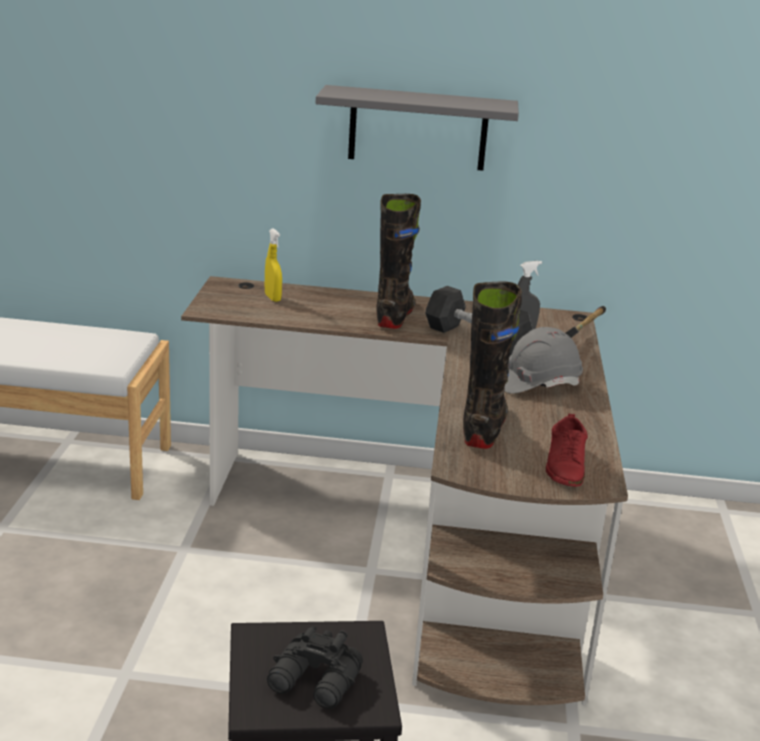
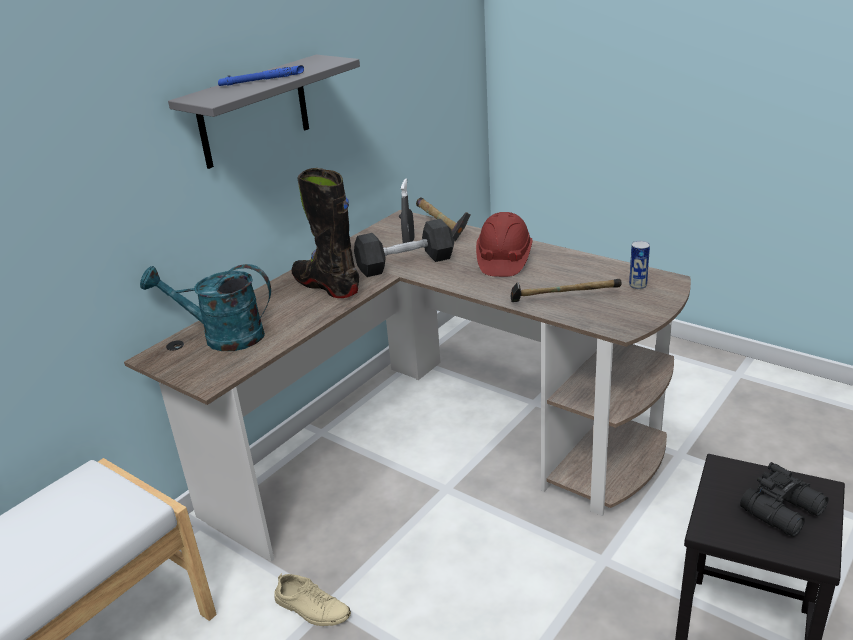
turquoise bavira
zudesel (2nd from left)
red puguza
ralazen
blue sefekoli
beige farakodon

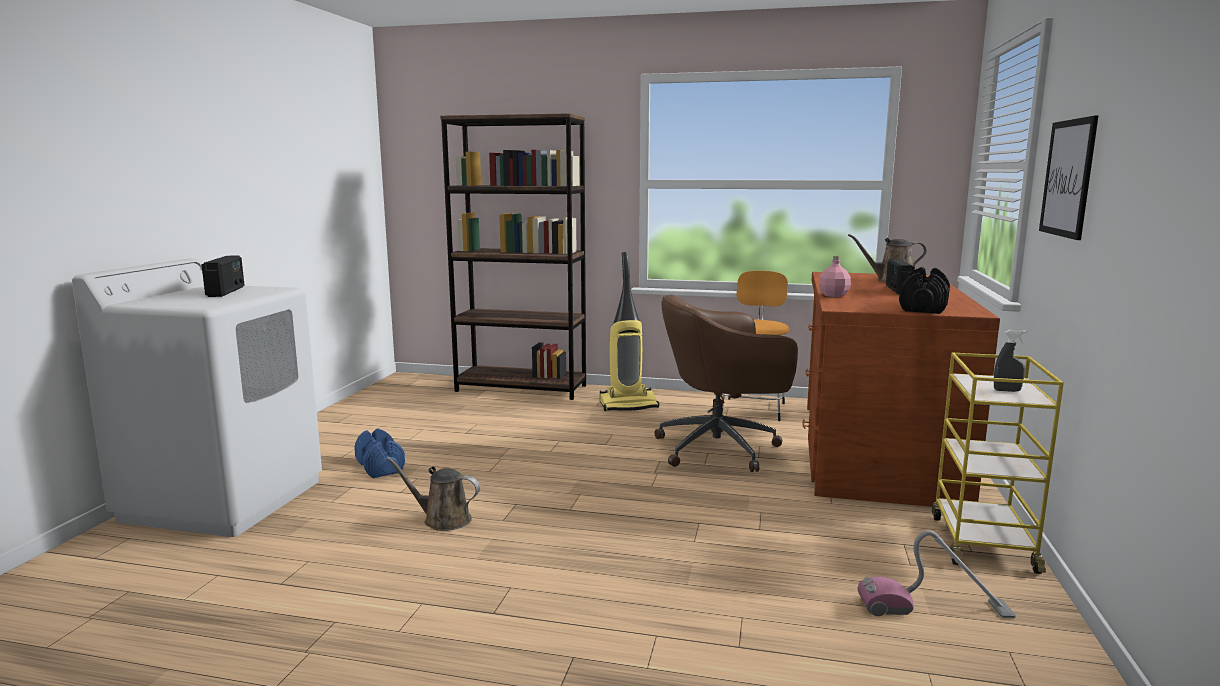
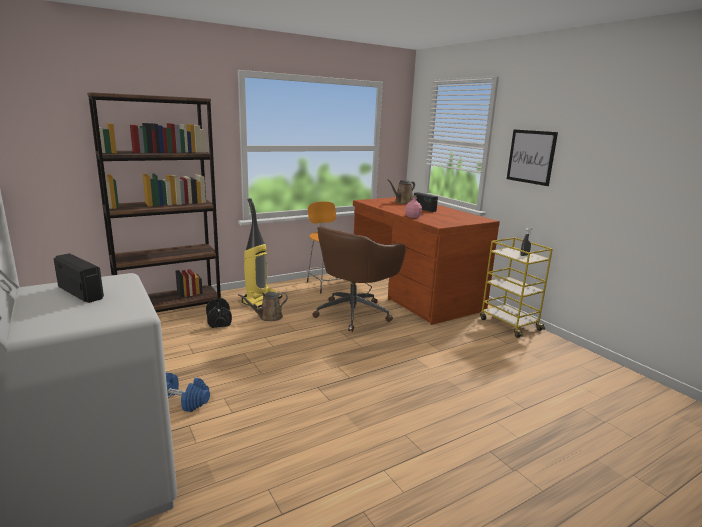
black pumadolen
brown bavira (1st from left)
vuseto (2nd from left in the first image)

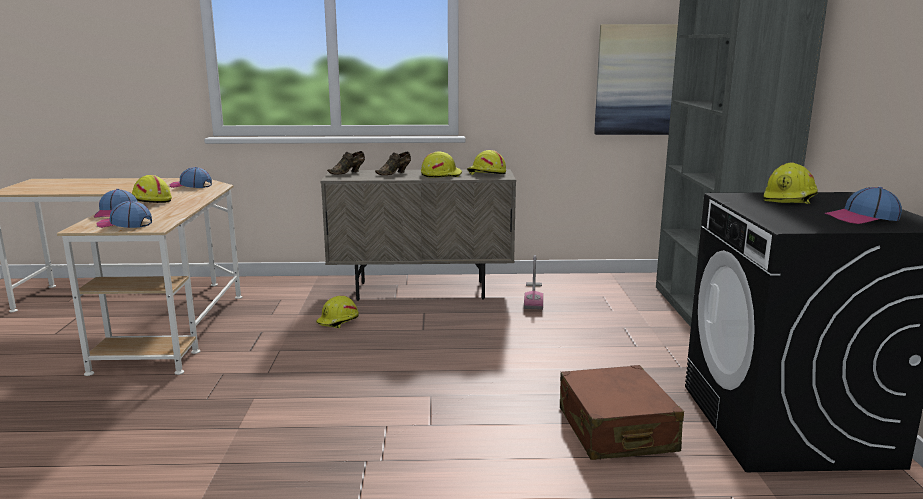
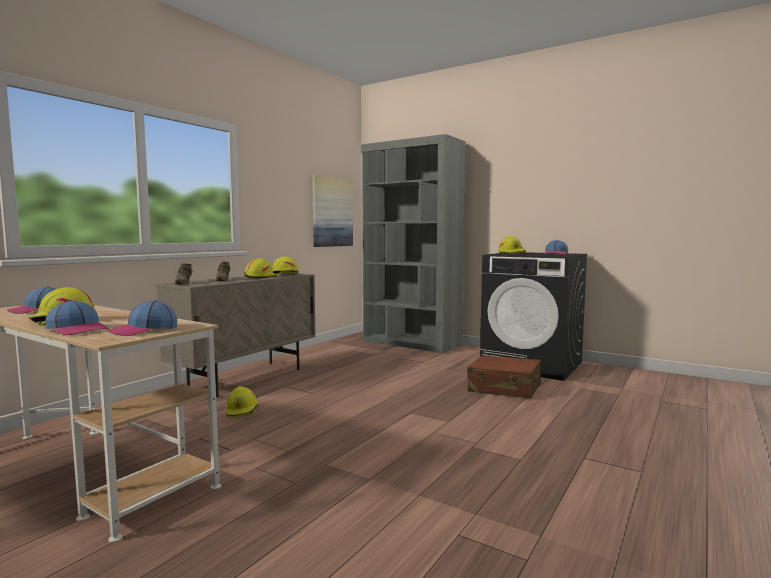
vuseto

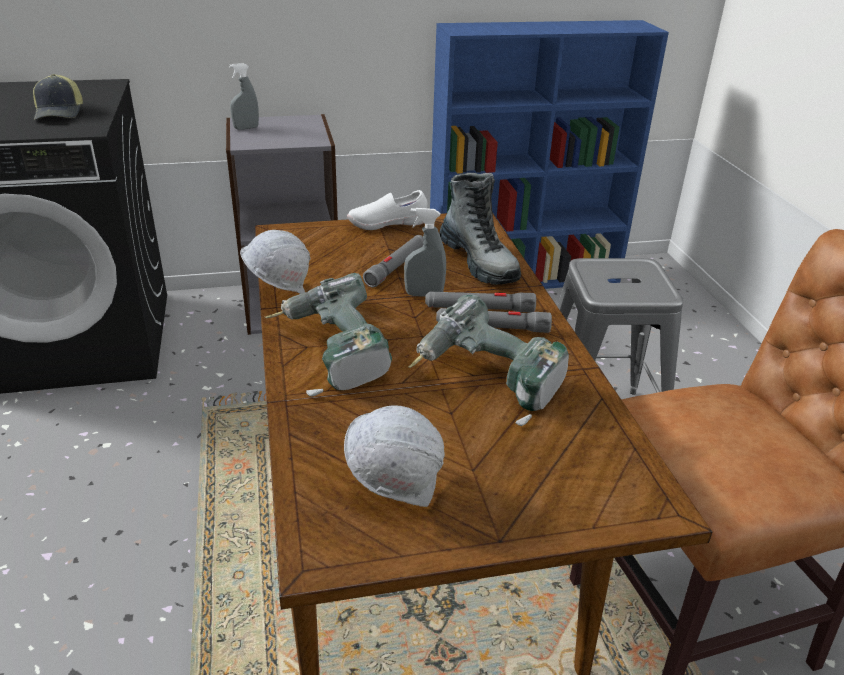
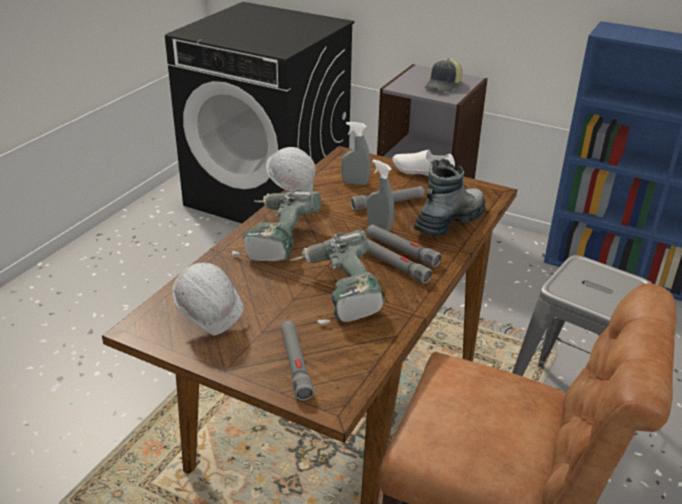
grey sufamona (1st from left)
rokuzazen
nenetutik
grey sefekoli (1st from left)

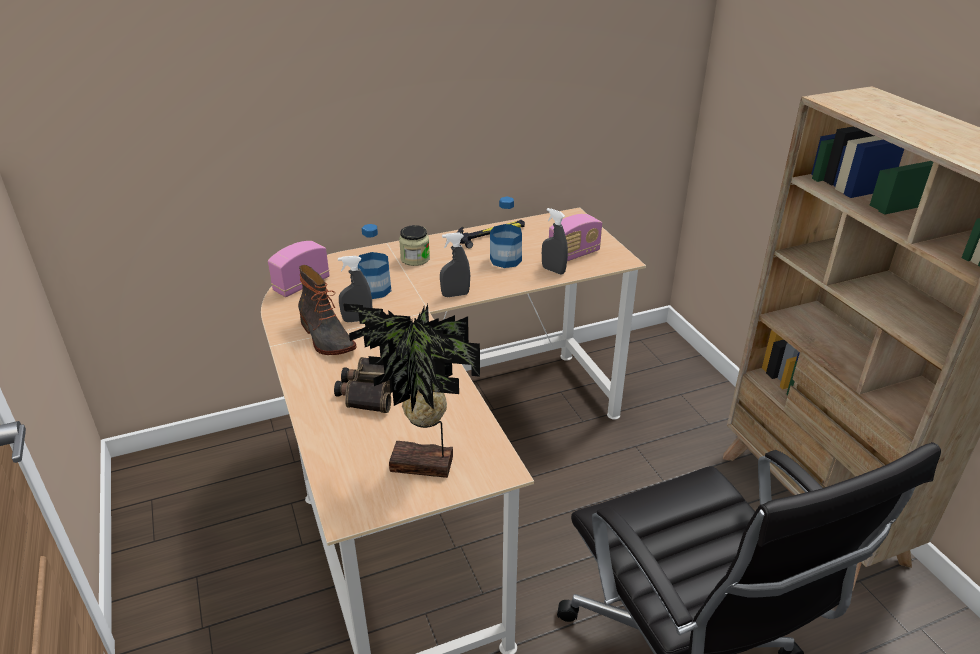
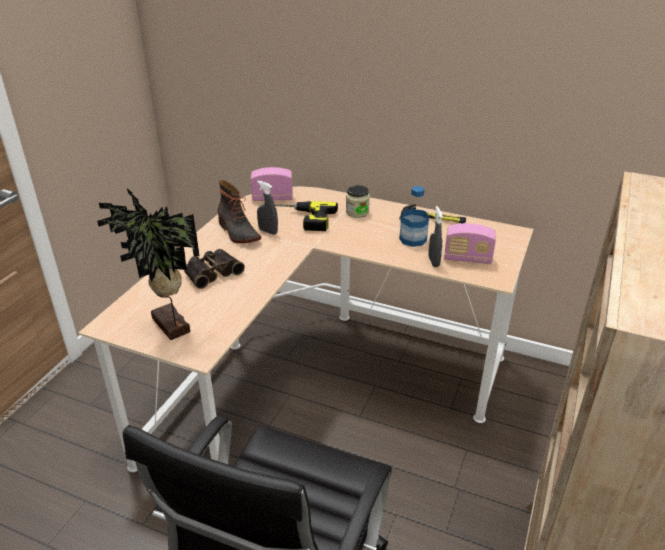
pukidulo
grey sufamona (2nd from left in the first image)
nenetutik

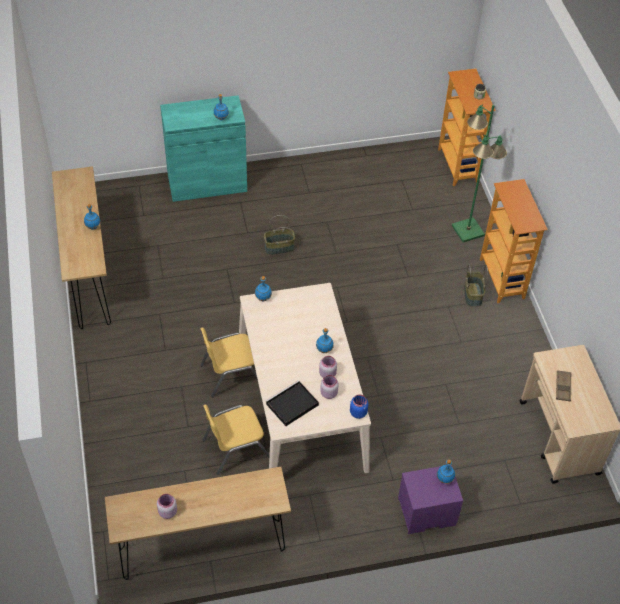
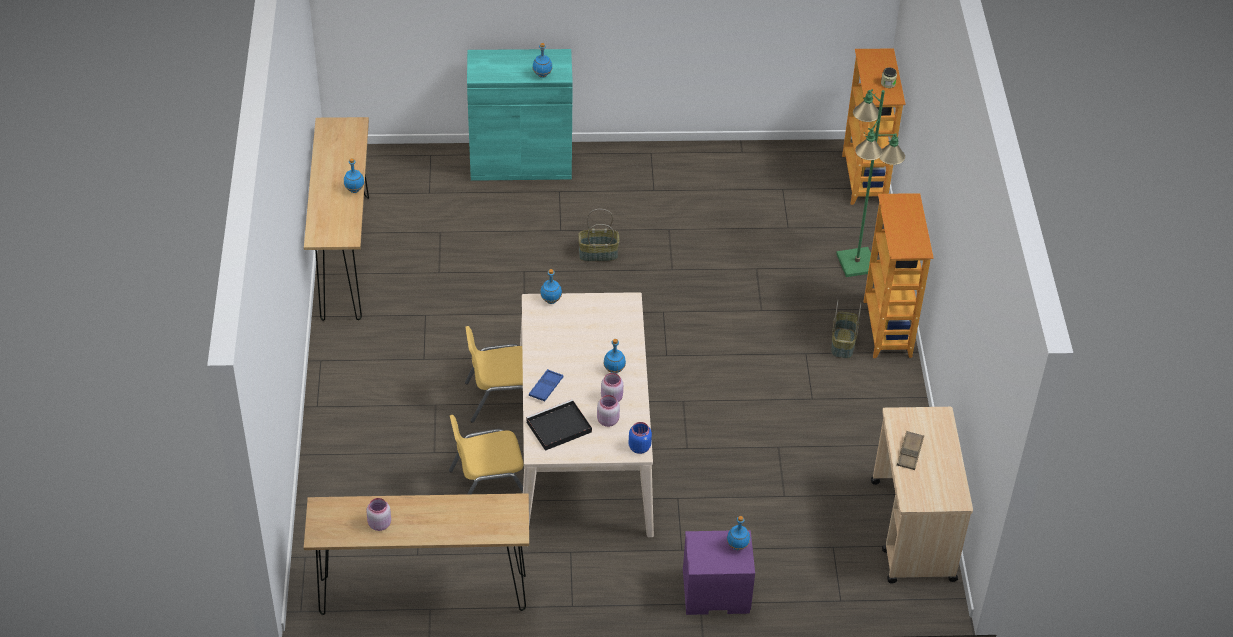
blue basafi

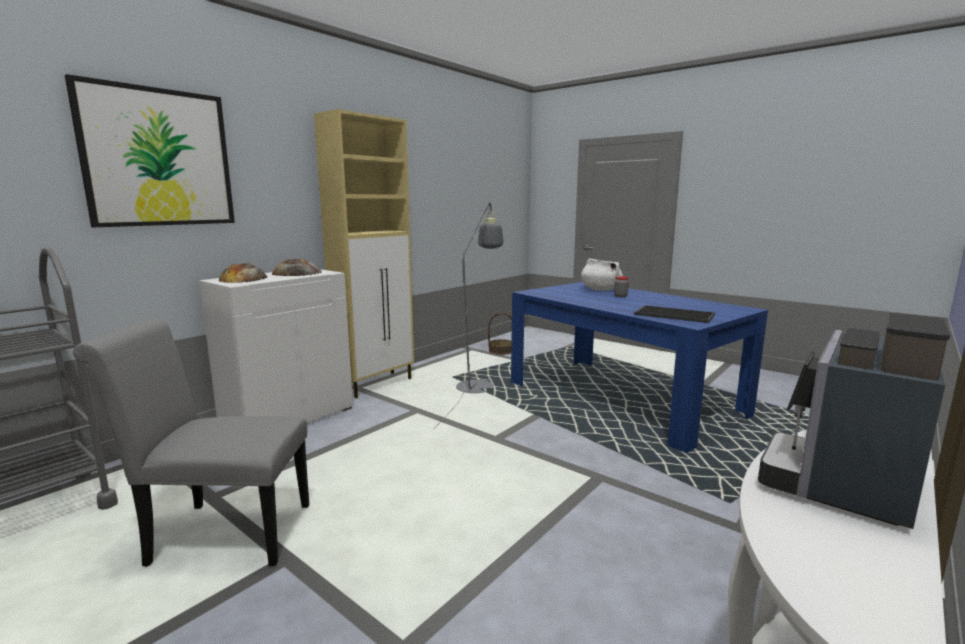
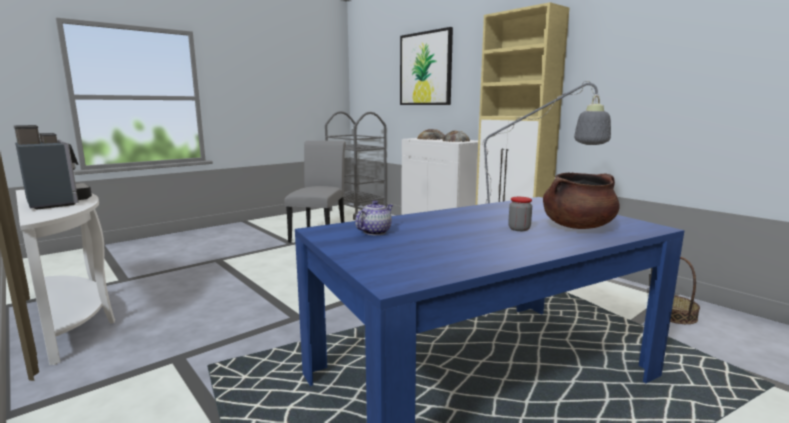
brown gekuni
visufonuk

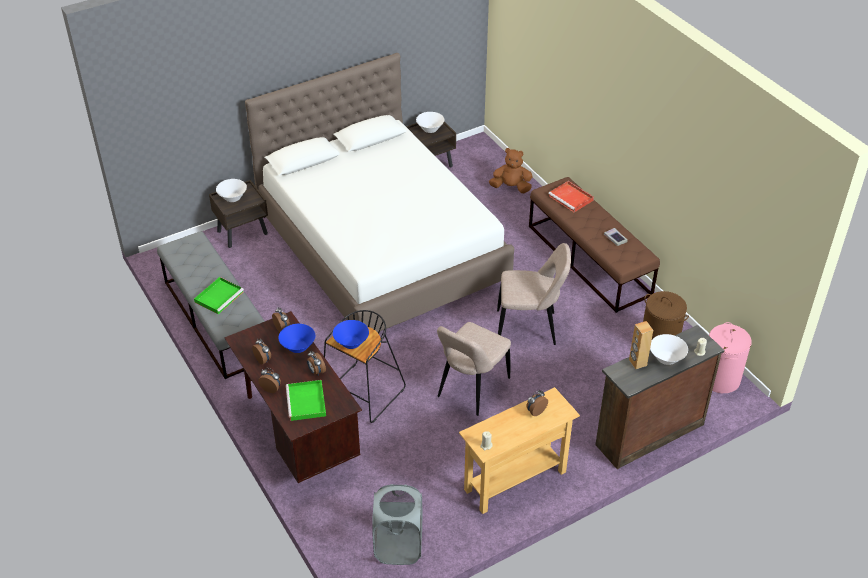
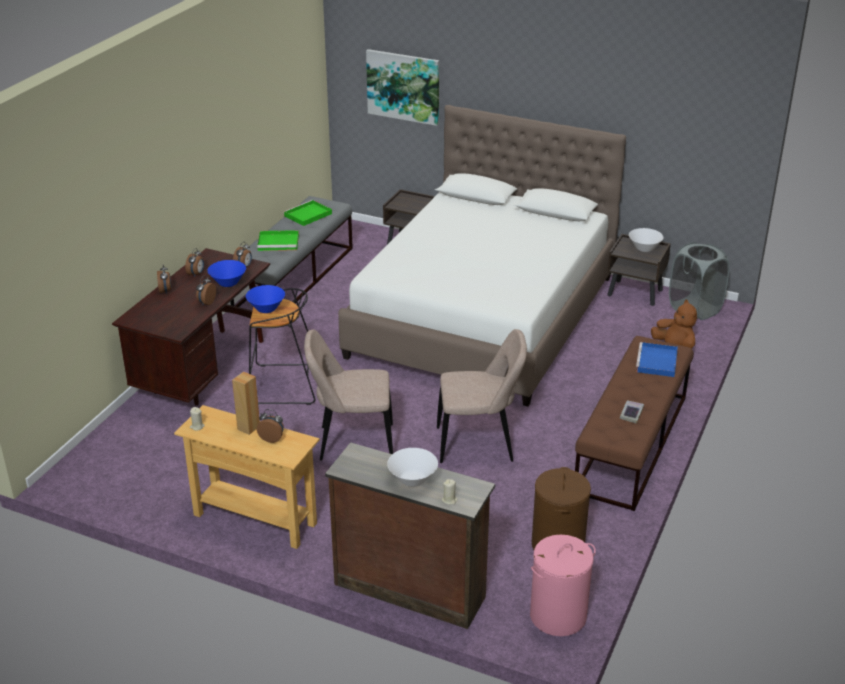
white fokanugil (1st from left in the first image)
blue basafi
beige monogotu (2nd from left)
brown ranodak
green basafi (2nd from left)
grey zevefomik
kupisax

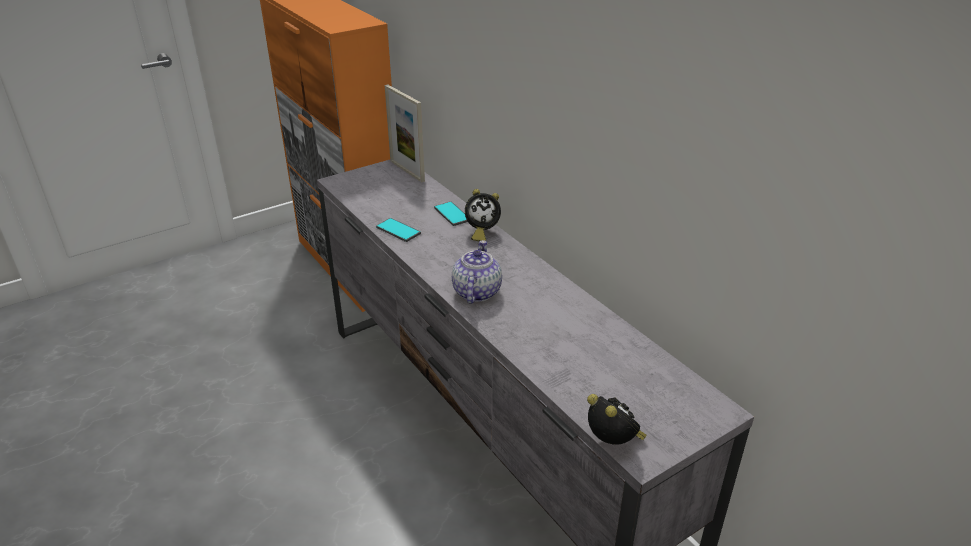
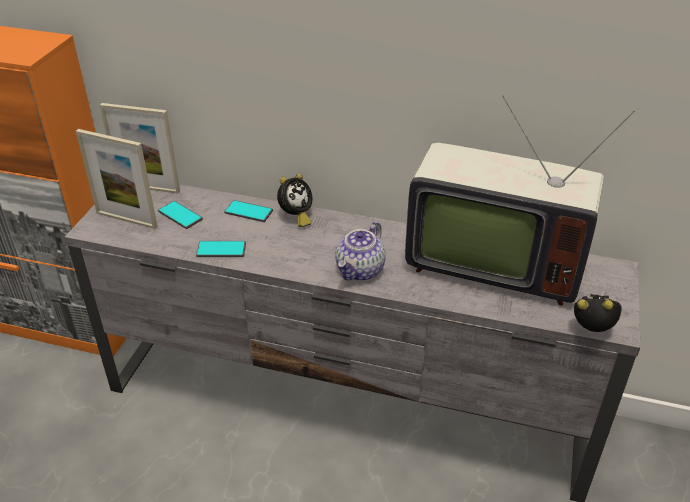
visufonuk
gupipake
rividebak (1st from left)
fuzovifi (1st from left)

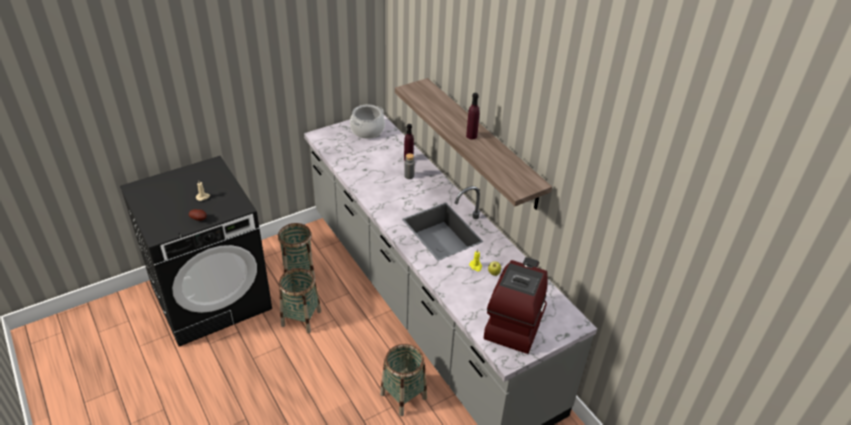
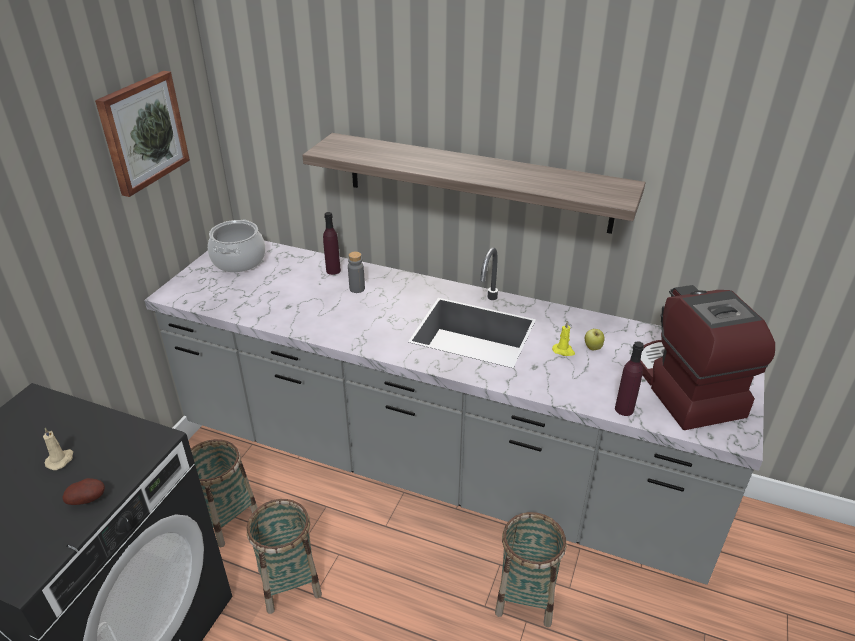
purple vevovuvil (2nd from left)
kupisax

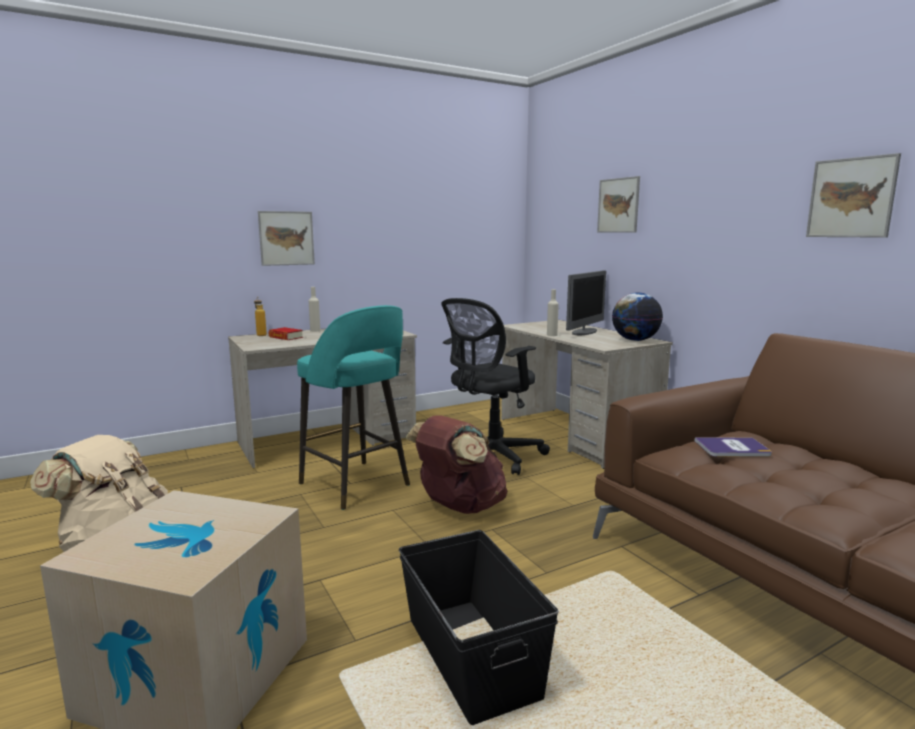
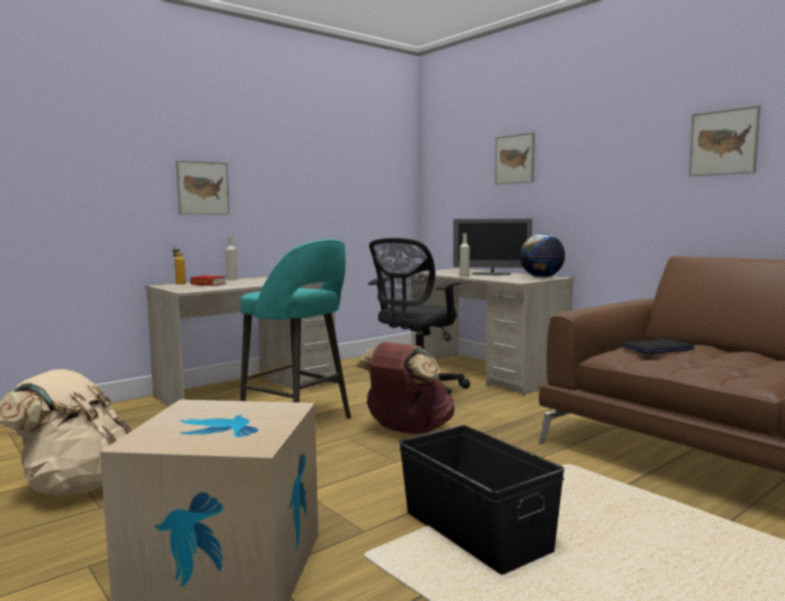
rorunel
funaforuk

